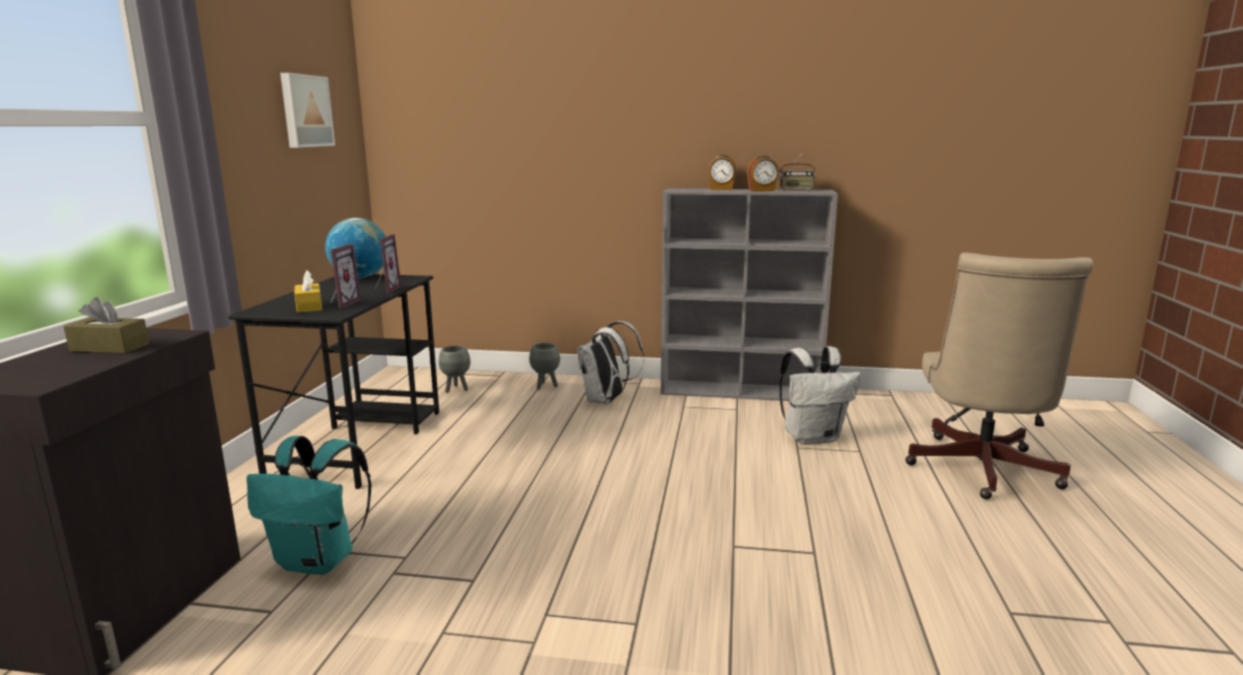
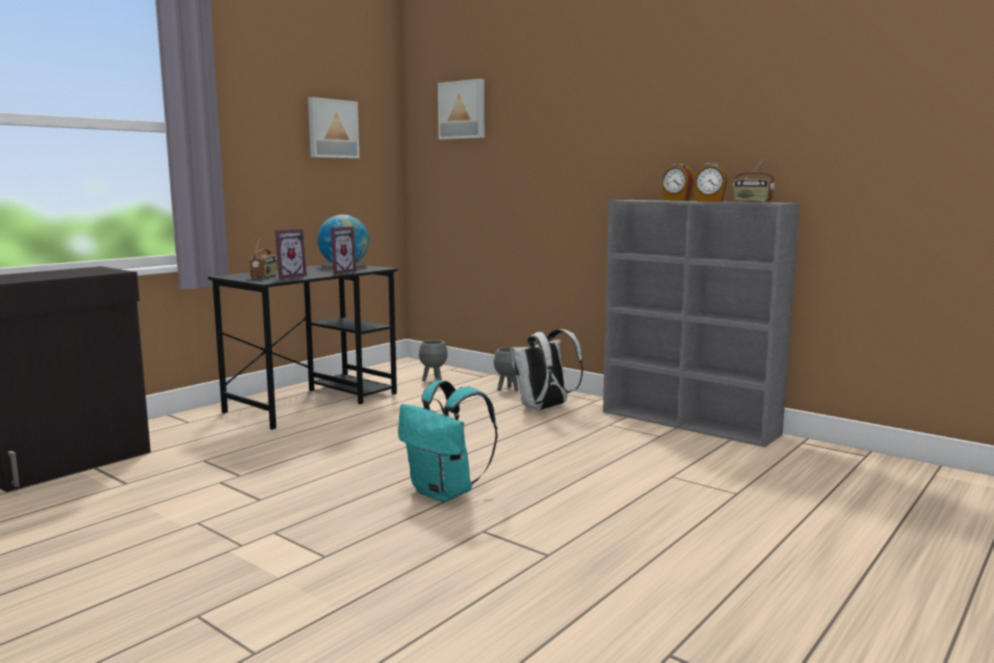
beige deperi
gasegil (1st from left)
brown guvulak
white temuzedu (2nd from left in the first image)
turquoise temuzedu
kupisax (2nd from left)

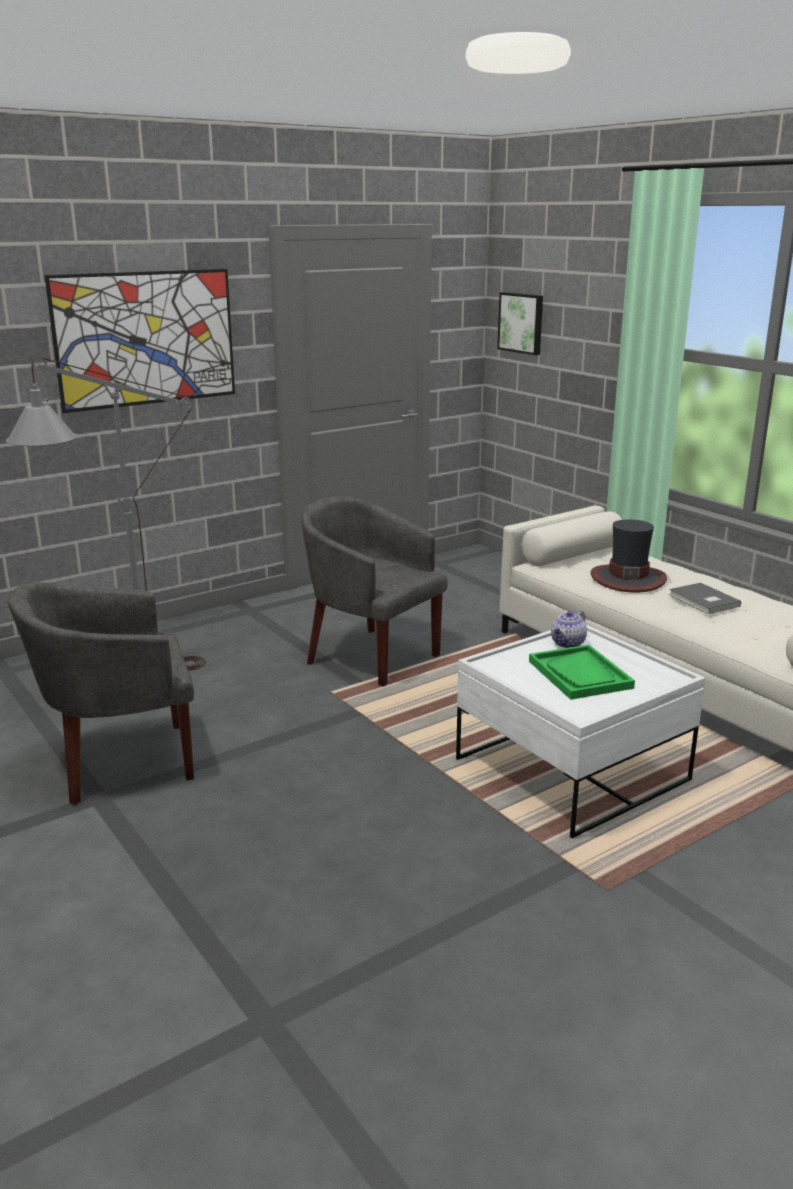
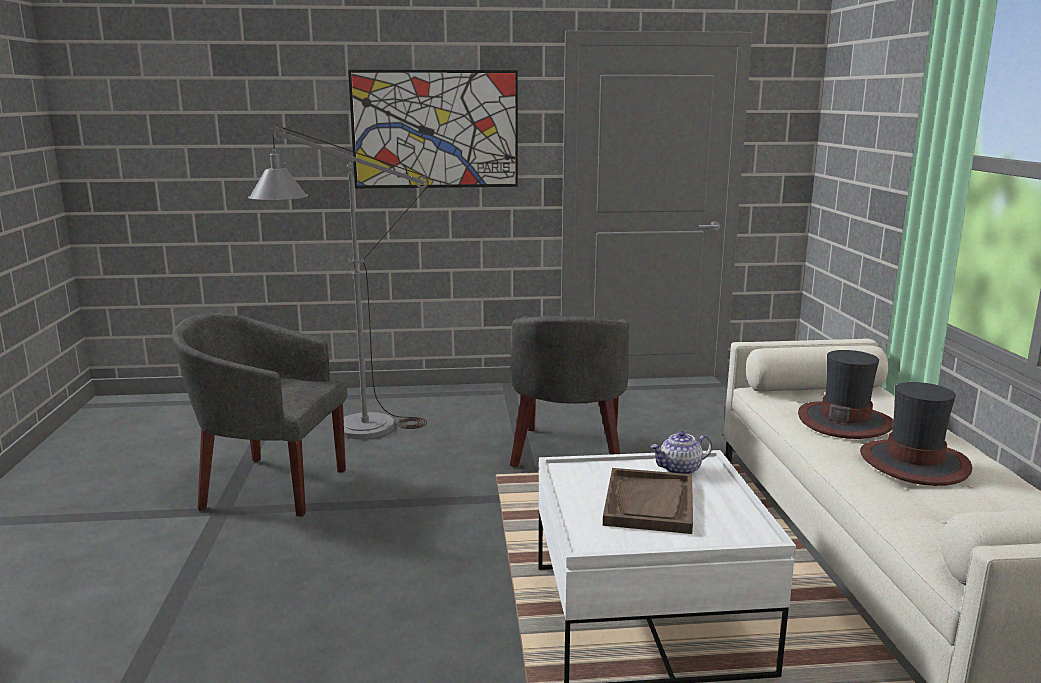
kupisax (2nd from left in the first image)
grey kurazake (2nd from left)
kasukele (2nd from left)
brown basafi

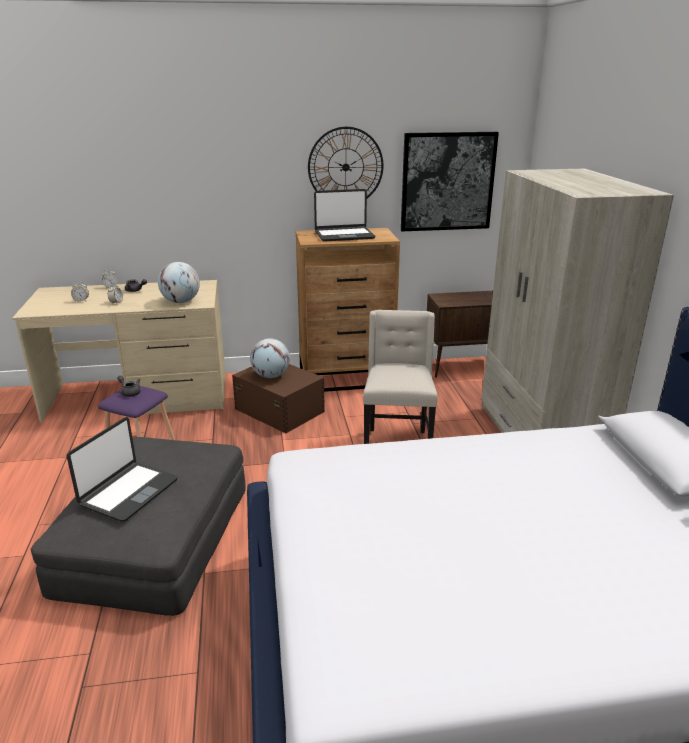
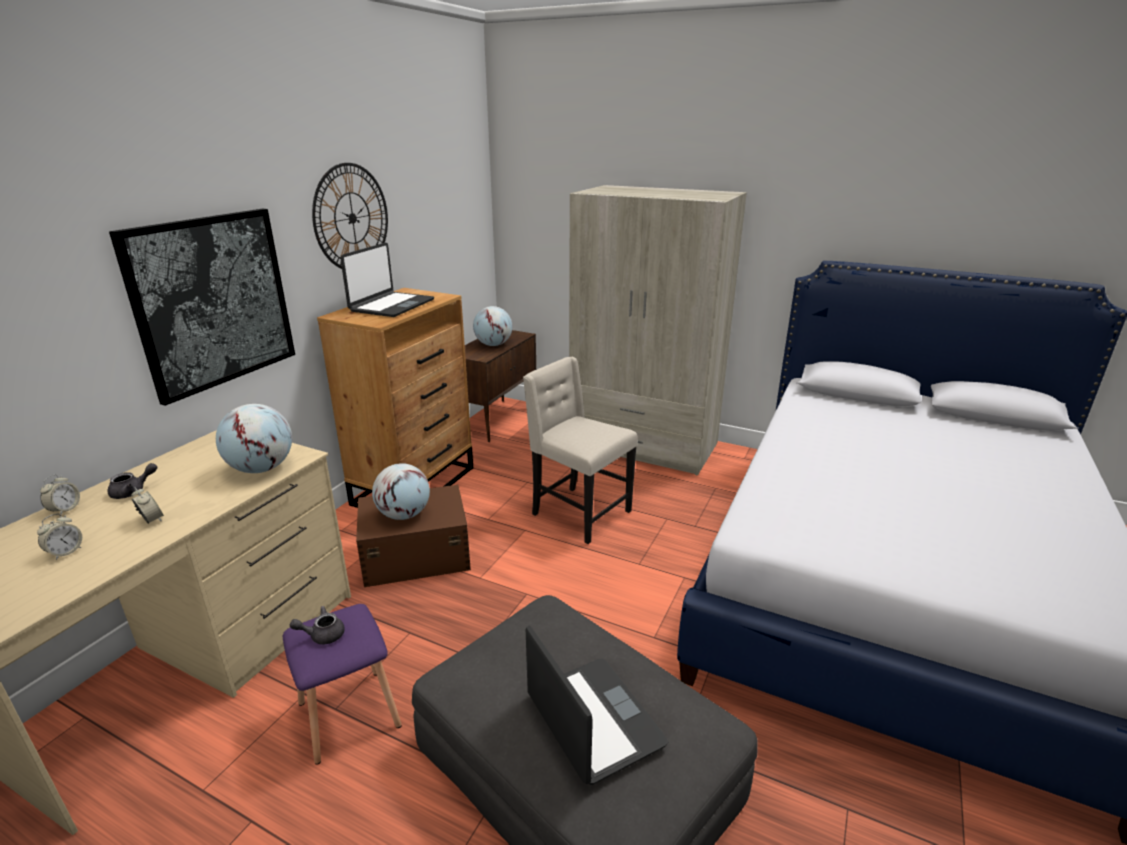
kupisax
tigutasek (3rd from left)

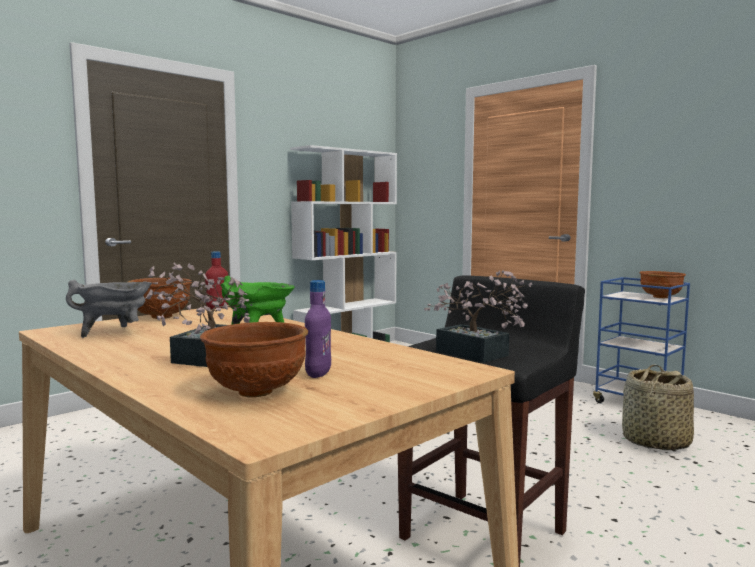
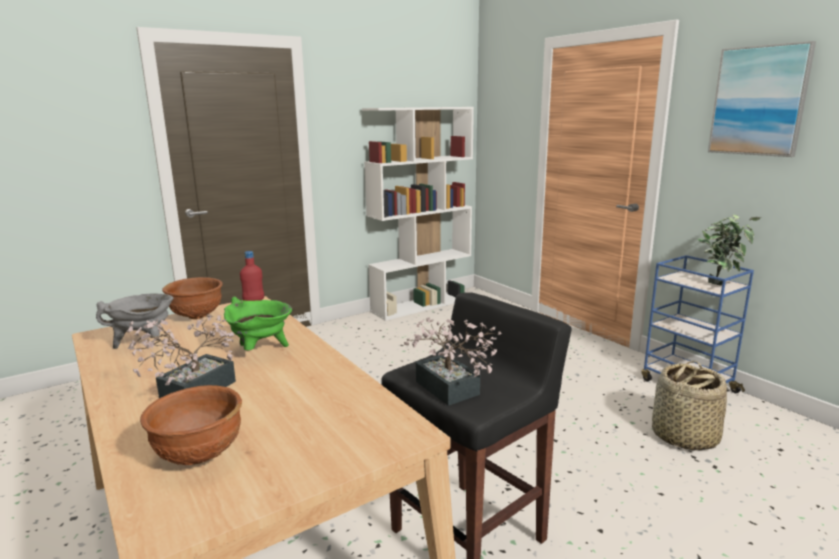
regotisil (3rd from left)
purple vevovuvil
kupisax

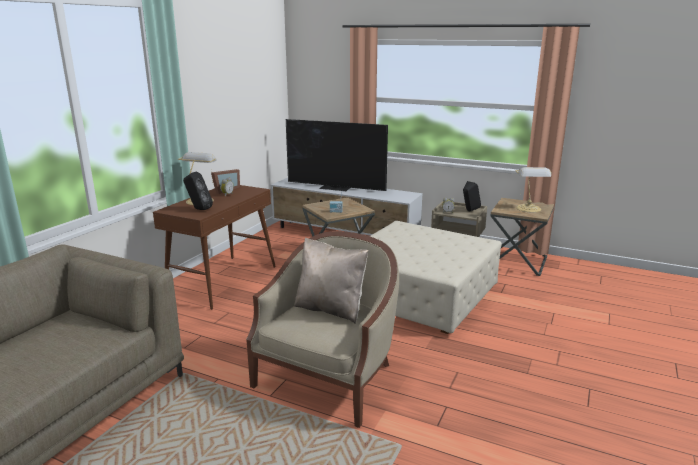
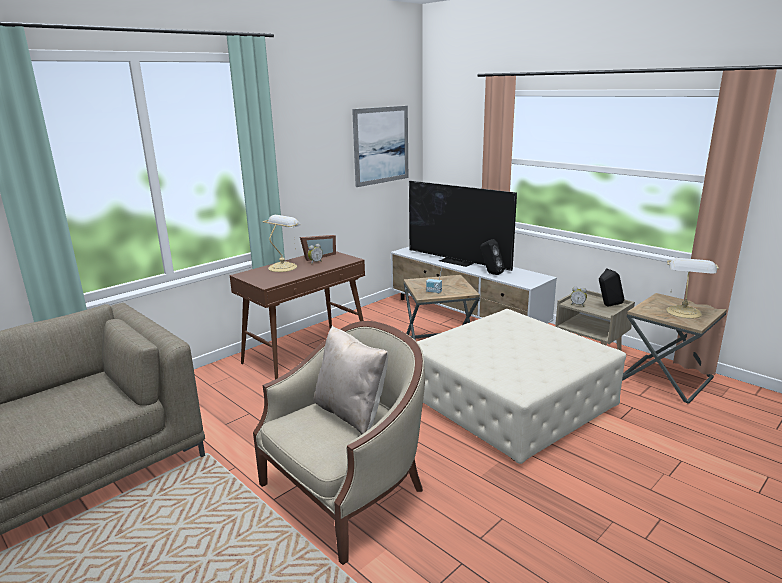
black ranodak (1st from left)
kupisax

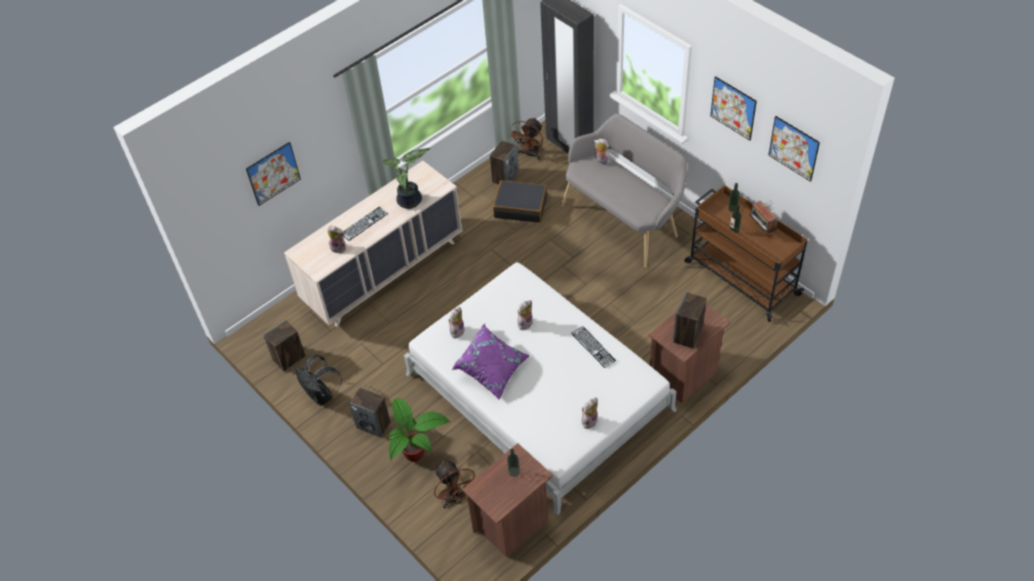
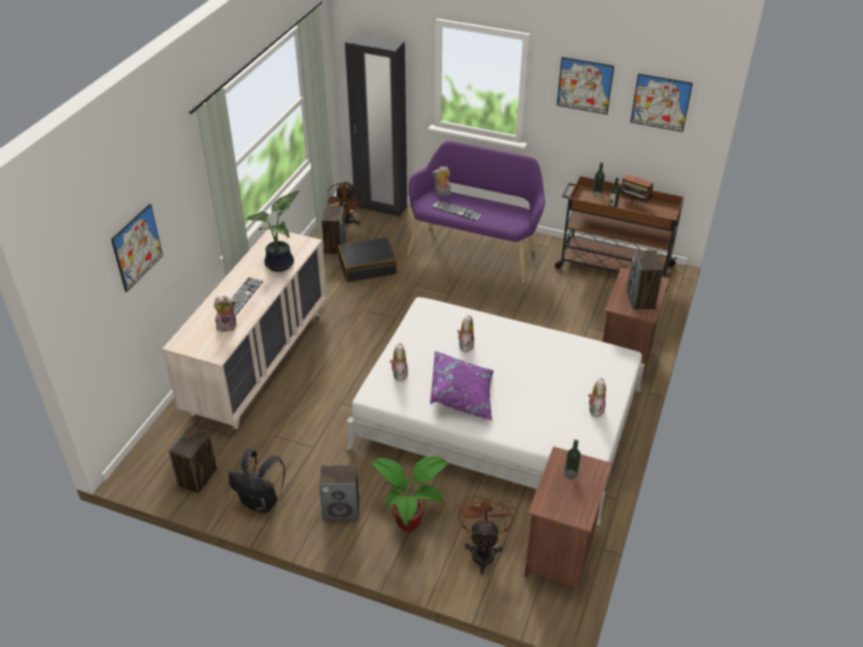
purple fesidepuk
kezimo (2nd from left)
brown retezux (2nd from left)

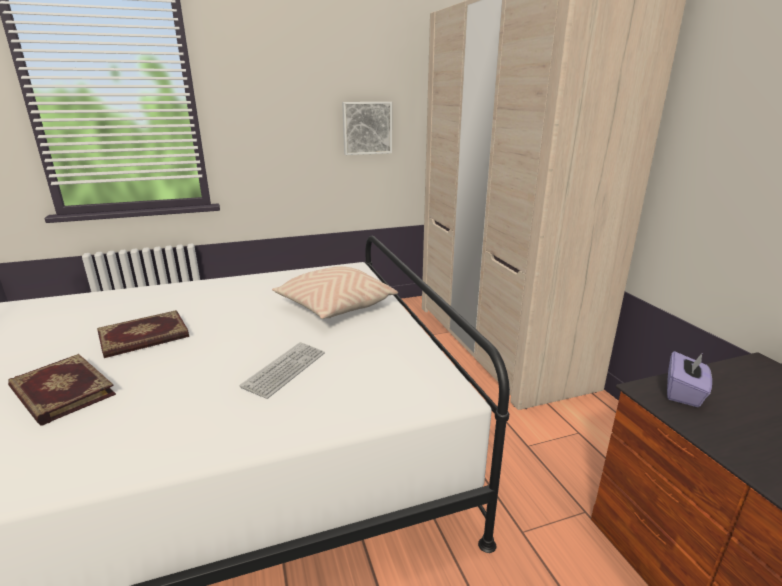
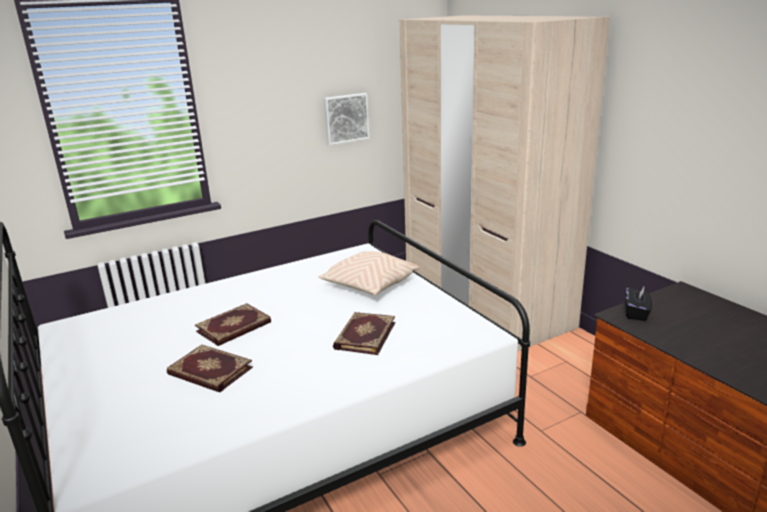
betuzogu (3rd from left)
black guvulak

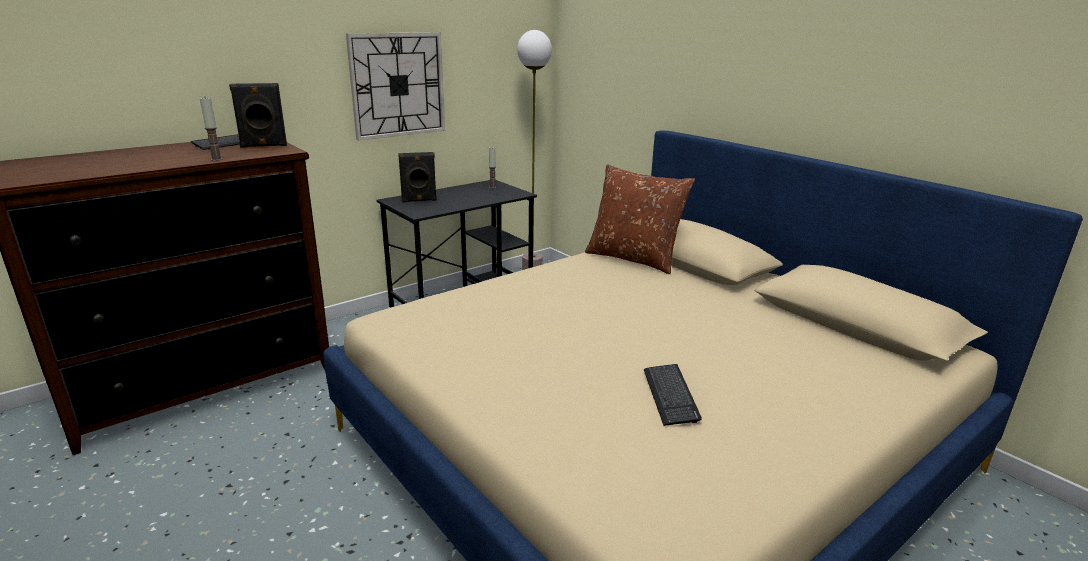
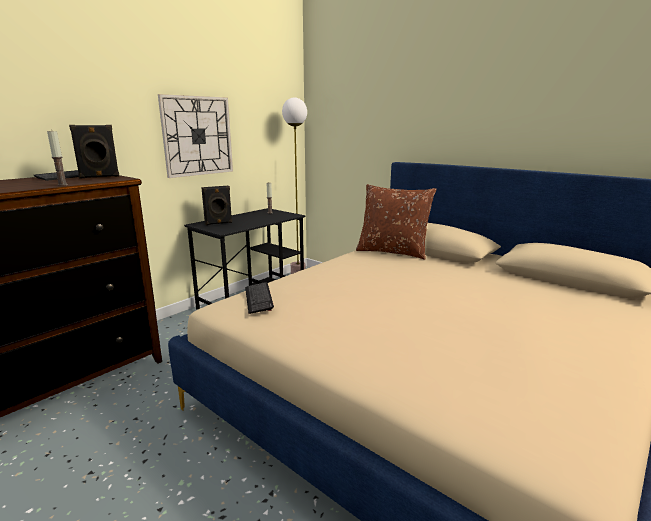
kezimo (2nd from left)

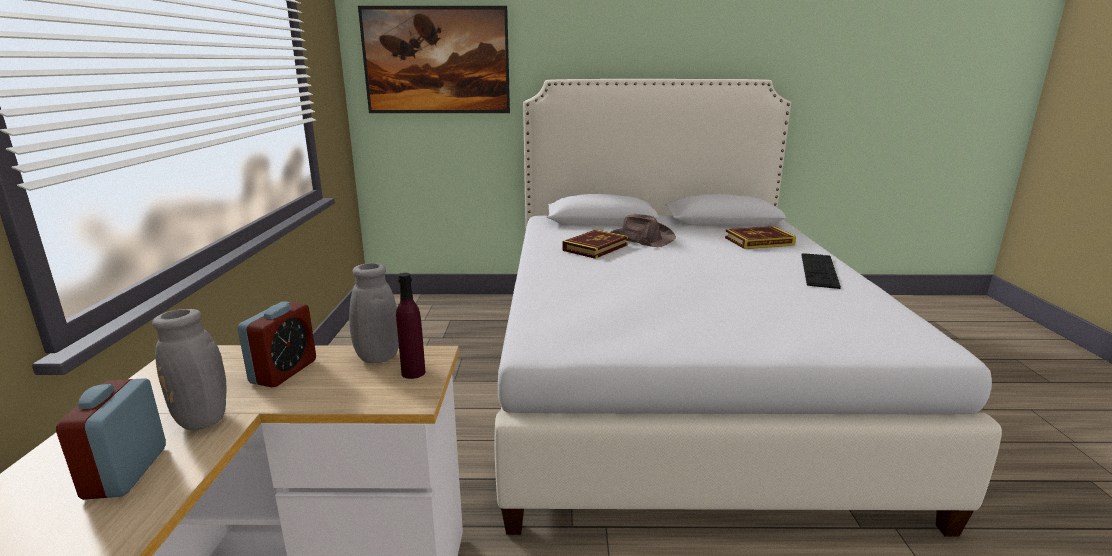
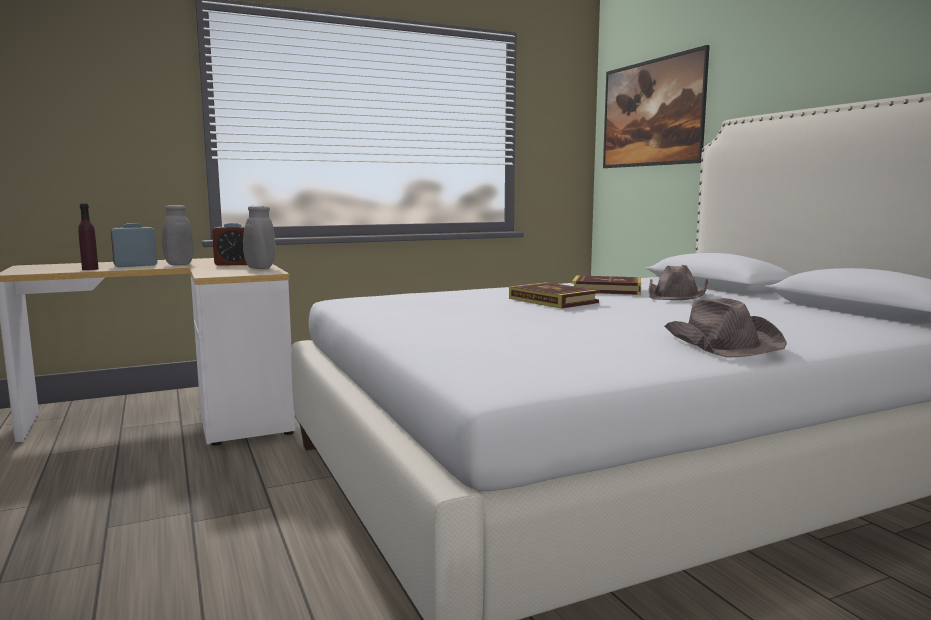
betuzogu (1st from left)
brown kasukele (2nd from left)
purple vevovuvil

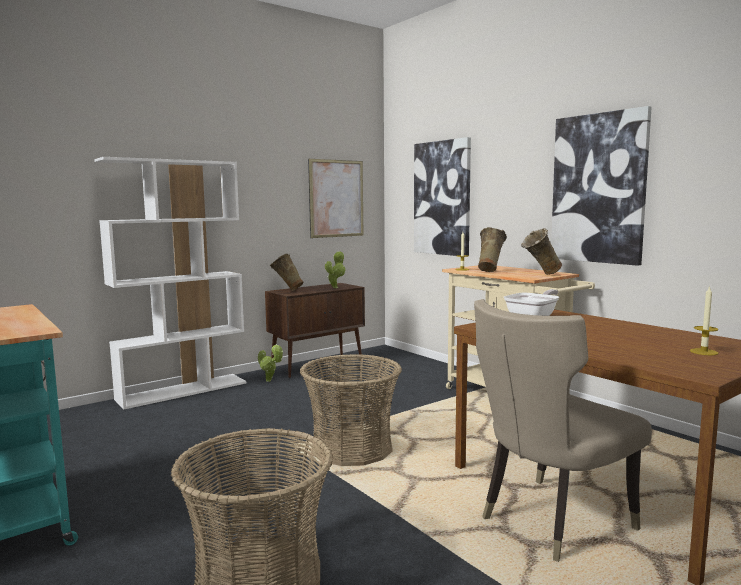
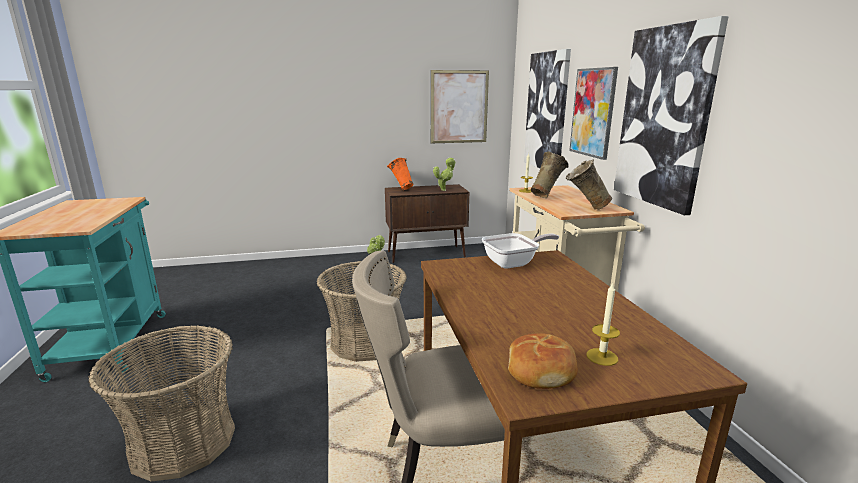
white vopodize
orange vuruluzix
kupisax (3rd from left)
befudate

